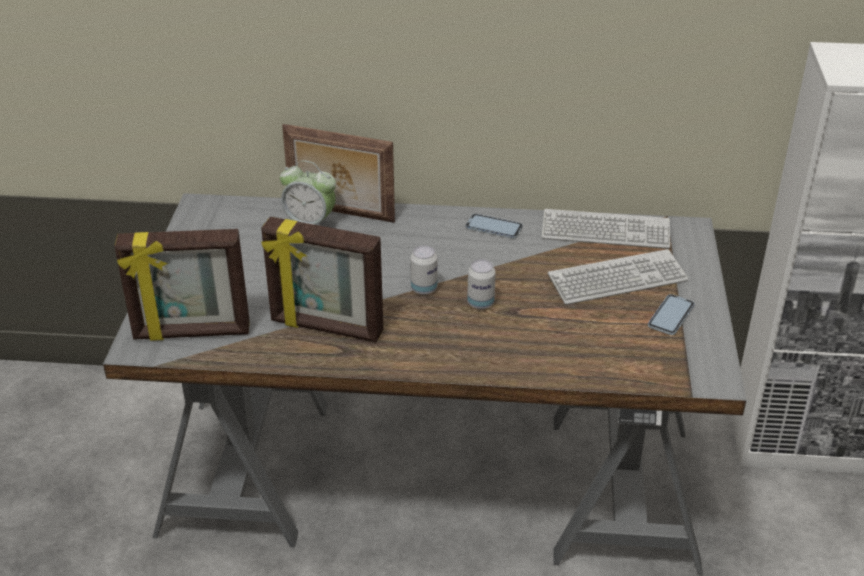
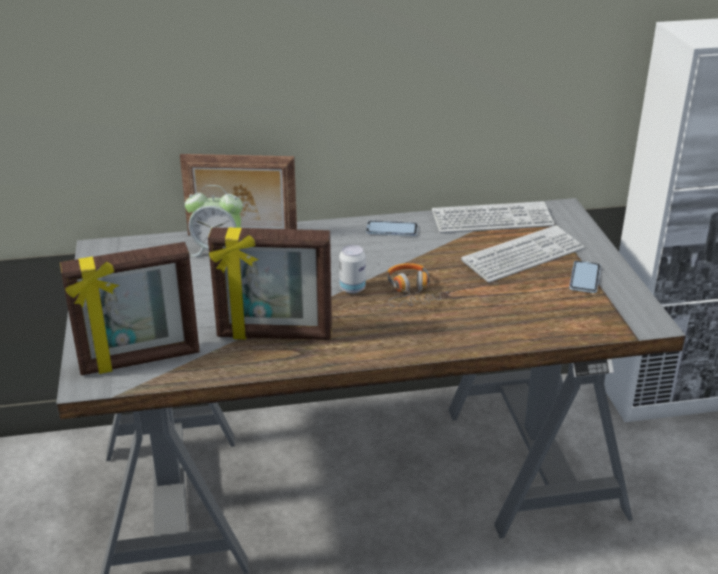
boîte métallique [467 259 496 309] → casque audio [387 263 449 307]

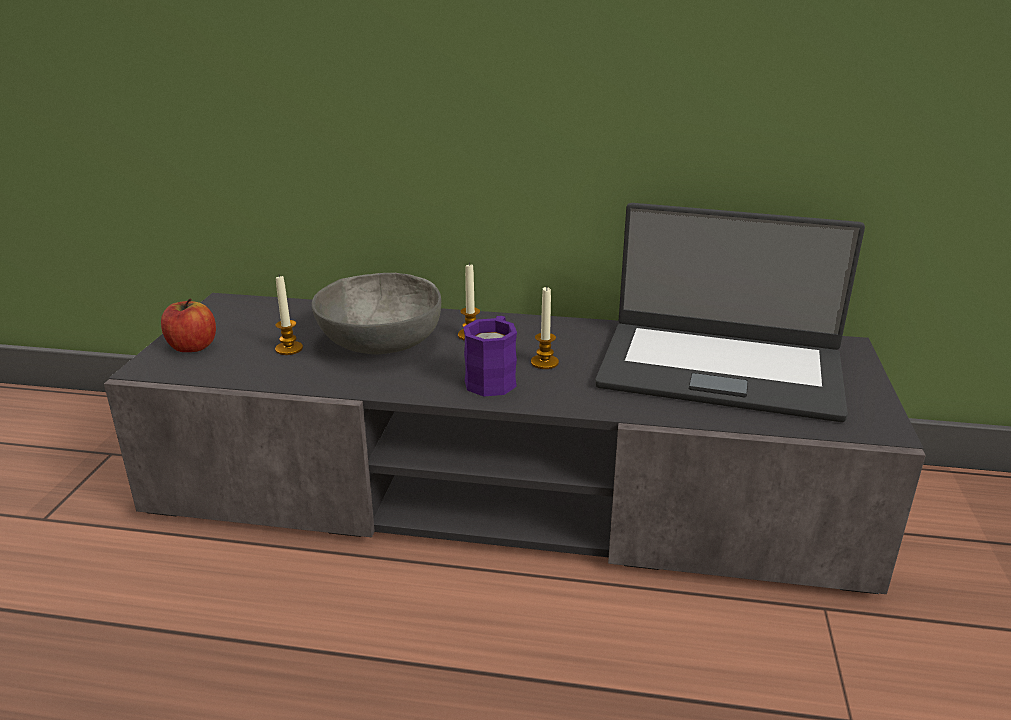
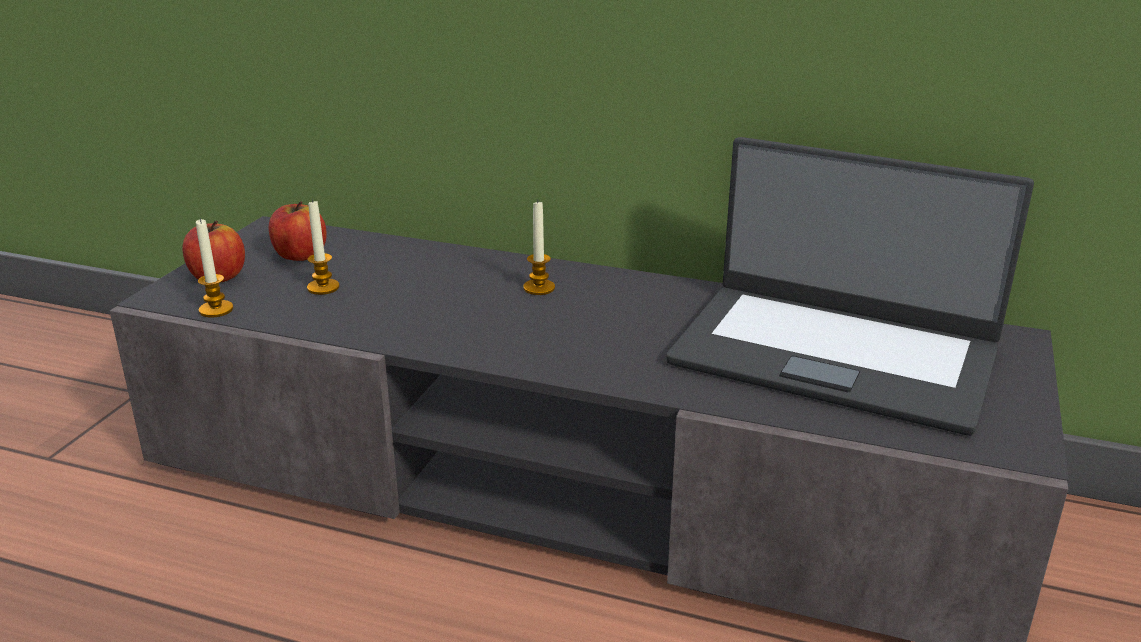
bougie [531 287 559 369] → bougie [196 218 233 318], relocated
- → pomme [269 201 327 261]
bol [gris] [312 273 441 354] → -
mug [violet] [463 316 517 397] → -

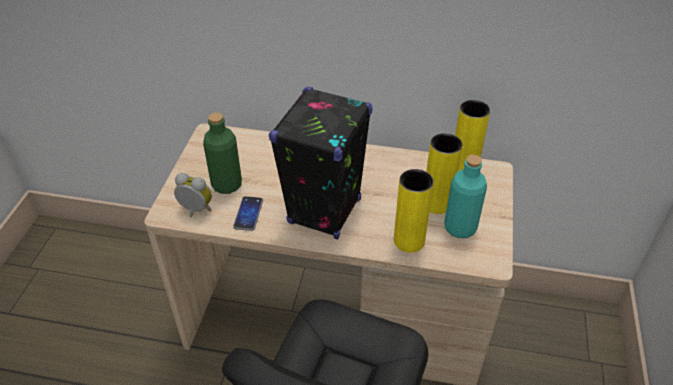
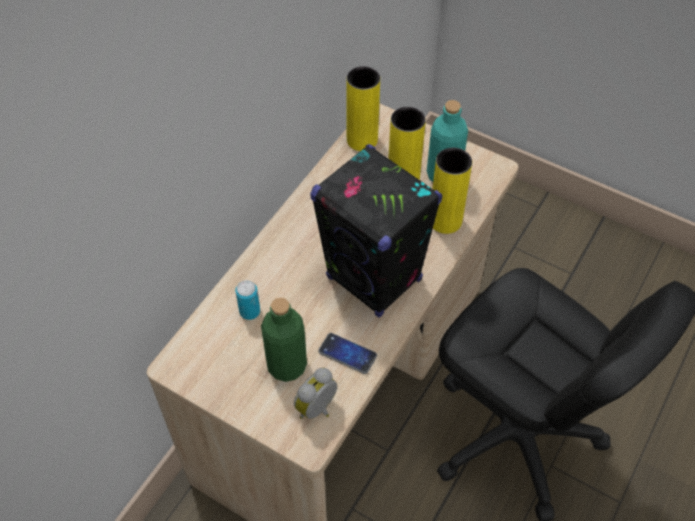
- → boîte métallique [236 280 260 320]

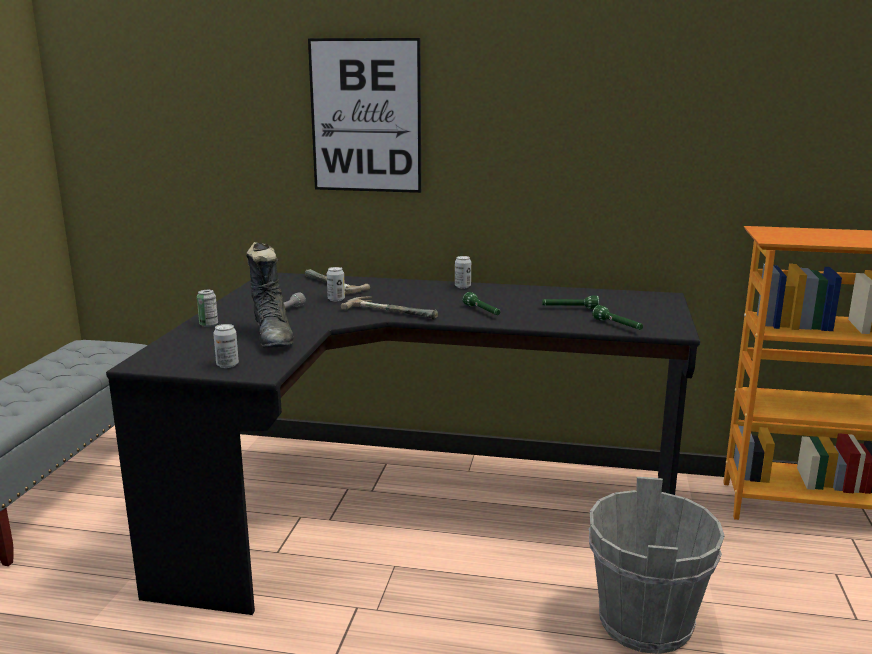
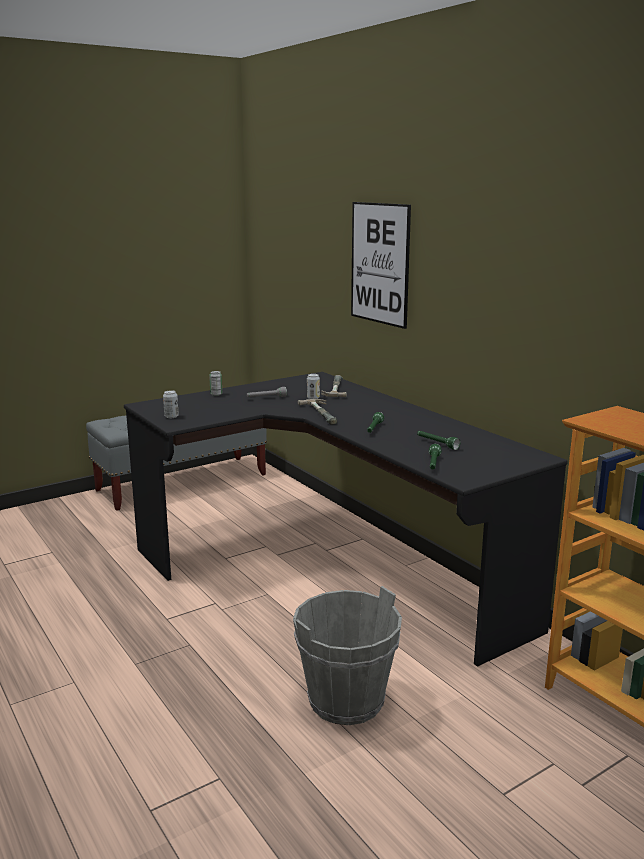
botte [noir] [247 242 294 348] → -
boîte métallique [455 256 471 289] → -

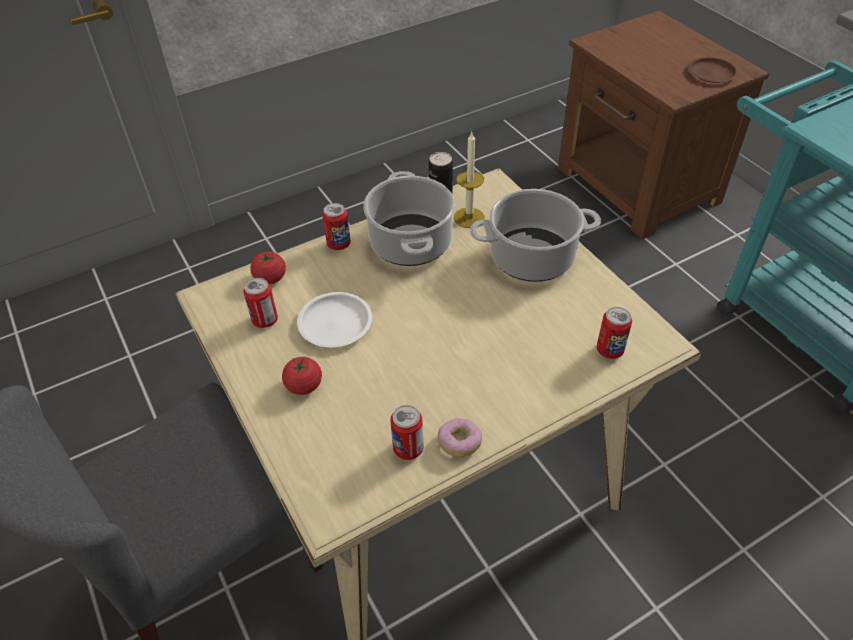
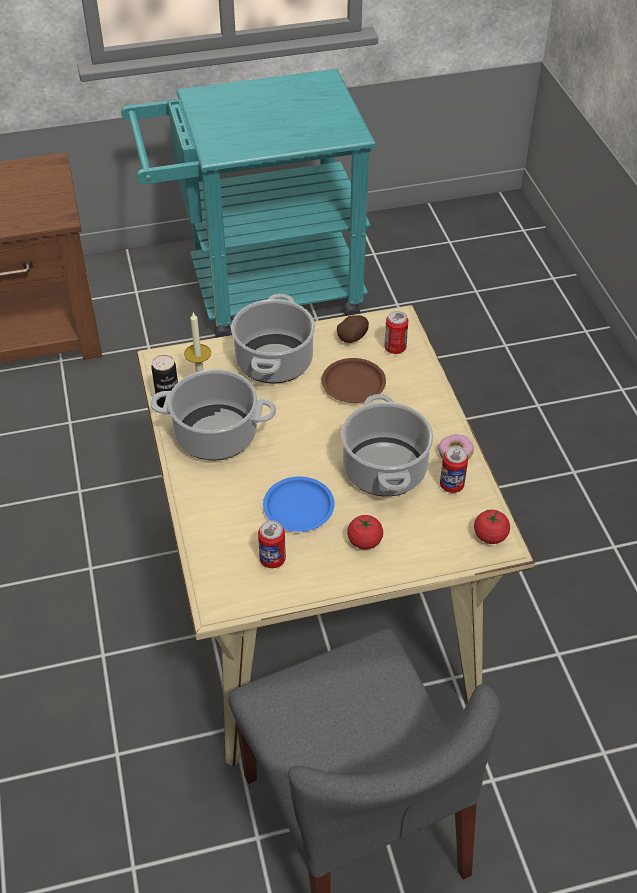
assiette [blanc] [297 292 372 347] → assiette [bleu] [263 476 335 532]
assiette [marron] [688 57 738 83] → assiette [marron] [322 358 386 403], relocated
- → pomme de terre [337 315 369 343]
- → marmite [341 394 433 496]
tomate [250 251 286 284] → tomate [474 510 510 544], relocated
boîte métallique [322 203 351 250] → -

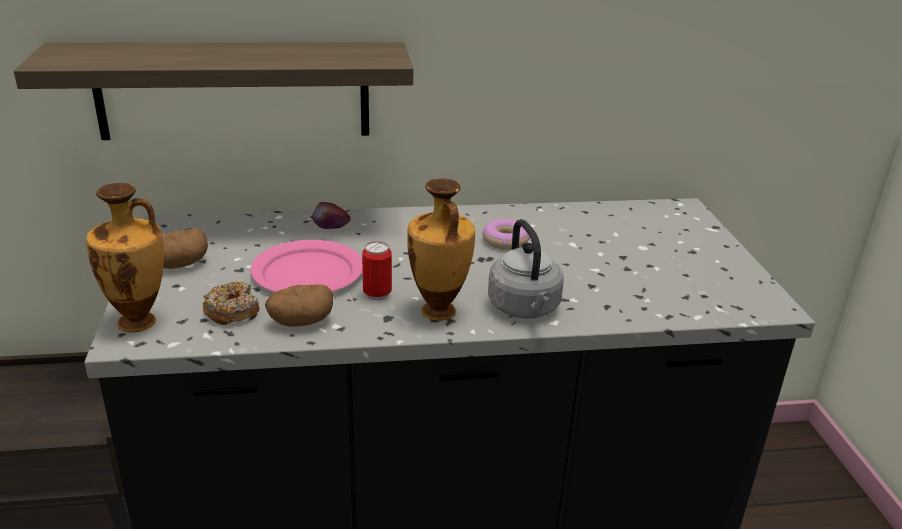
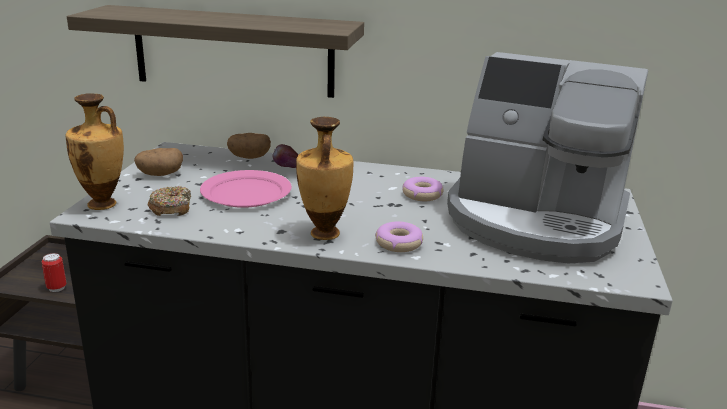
boîte métallique [362 242 392 301] → boîte métallique [42 253 66 292], relocated
pomme de terre [265 284 333 327] → pomme de terre [227 133 271 159], relocated
bouilloire [gris] [488 219 564 319] → beignet [375 221 423 252]
- → machine à café [447 52 648 264]

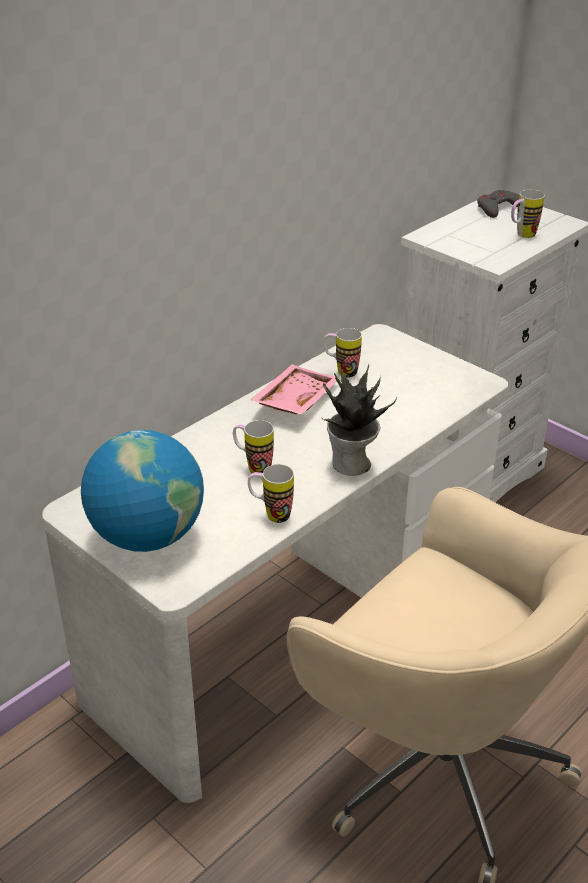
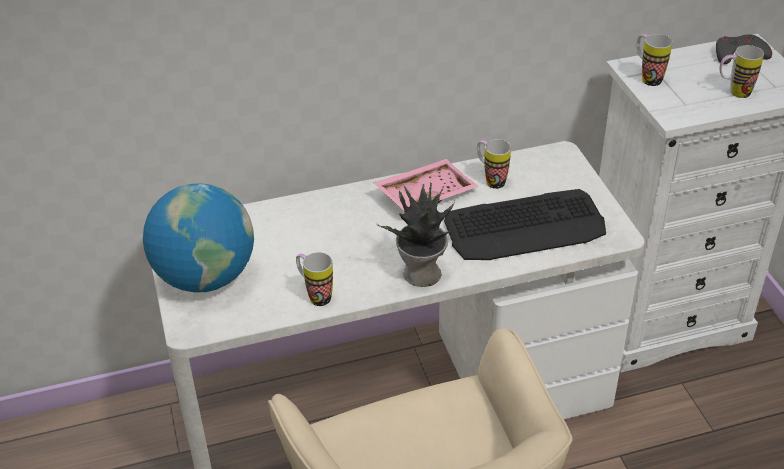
- → clavier [444 189 606 260]
mug [233 420 274 473] → mug [637 34 673 86], relocated

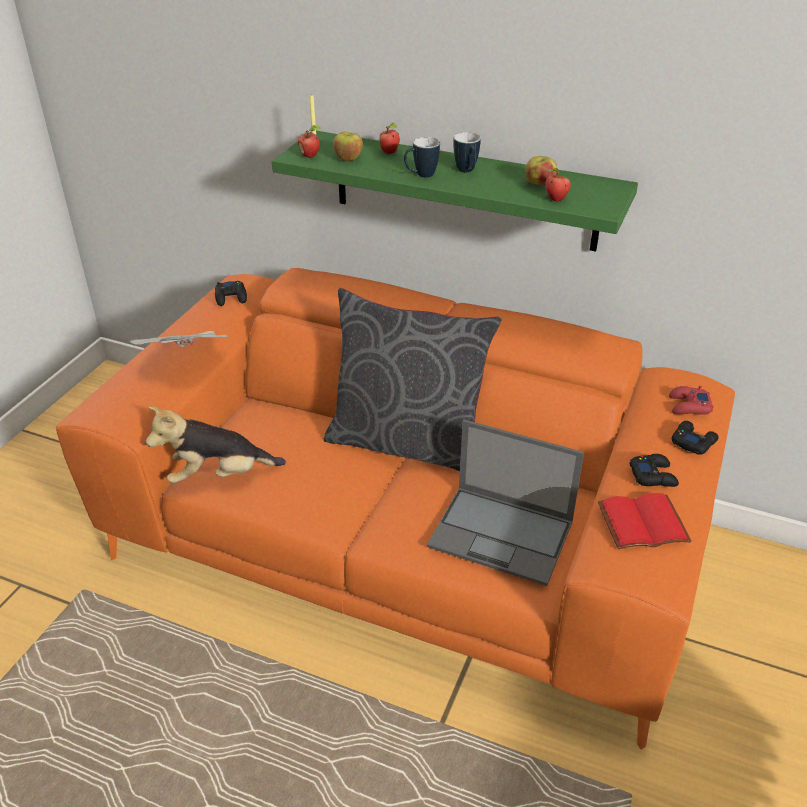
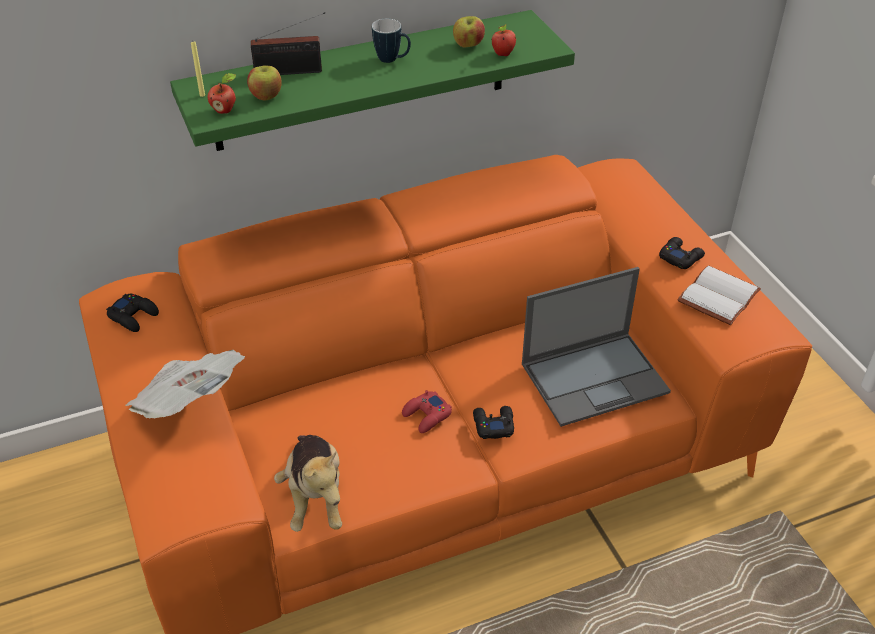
pomme [379 123 400 154] → radio [251 12 325 75]
peluche [146 406 286 483] → peluche [274 435 342 532], 45 degrees counterclockwise
manette [rouge] [669 385 713 415] → manette [rouge] [402 390 452 433], relocated
manette [noir] [672 421 719 455] → manette [noir] [473 406 514 439], relocated
livre [rouge] [598 493 691 549] → livre [blanc] [677 265 761 325]
coussin [gris] [324 288 501 471] → -
mug [404 137 440 177] → -

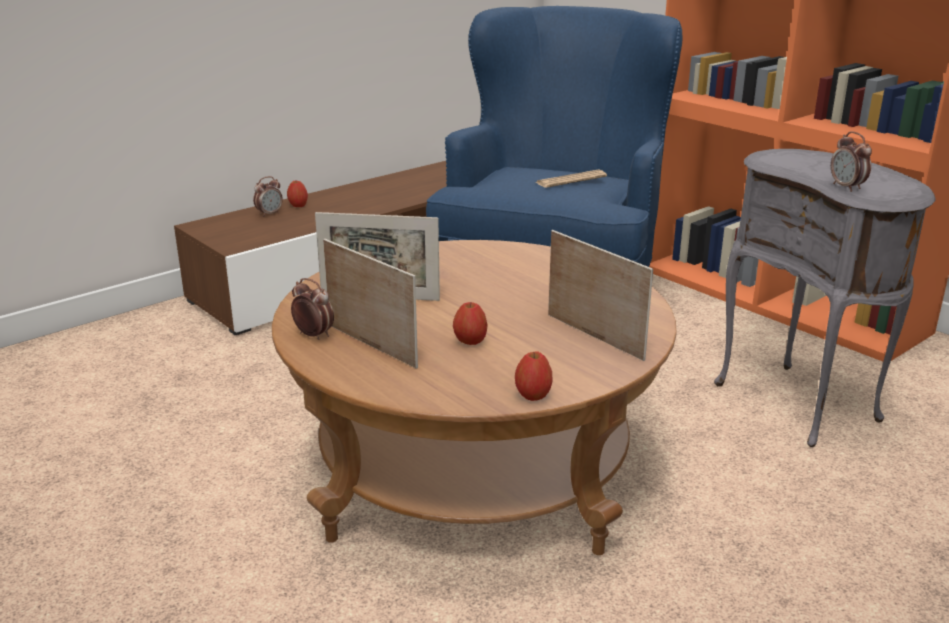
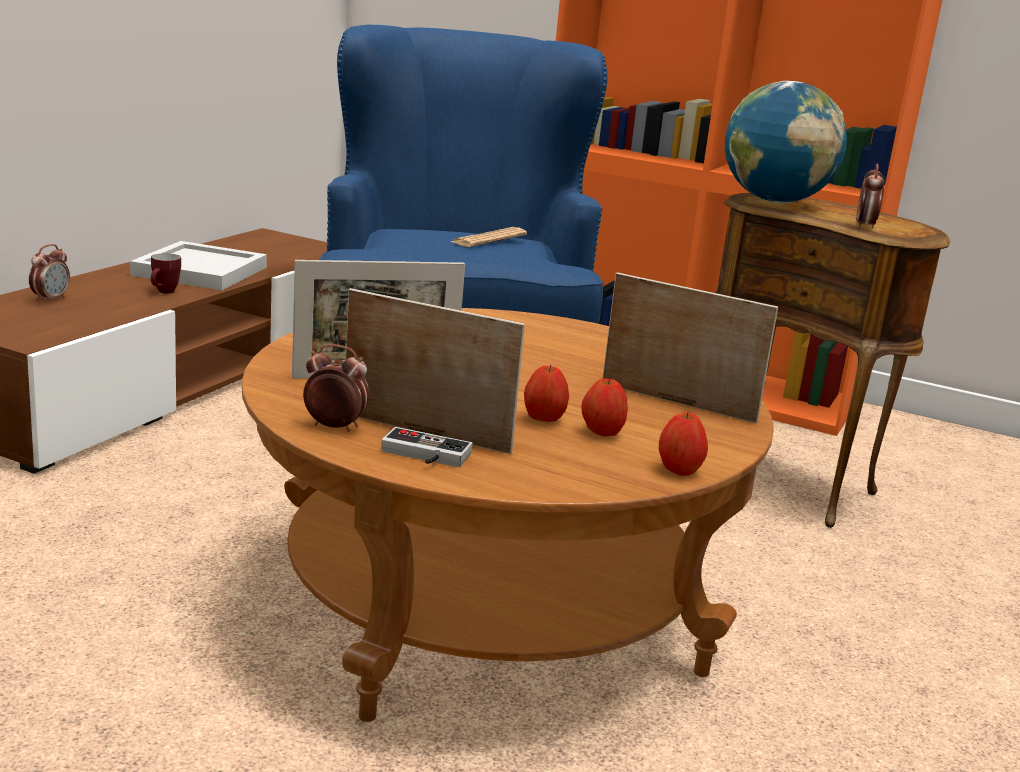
- → plateau [blanc] [130 241 267 290]
- → mug [151 253 181 293]
- → manette [381 427 473 467]
pomme [287 181 308 207] → pomme [581 377 628 437], relocated
table d'appoint [gris] [714 149 936 447] → table d'appoint [marron] [715 193 950 528]
- → globe [725 81 847 204]
réveil [831 132 872 192] → réveil [856 163 884 228], 60 degrees clockwise

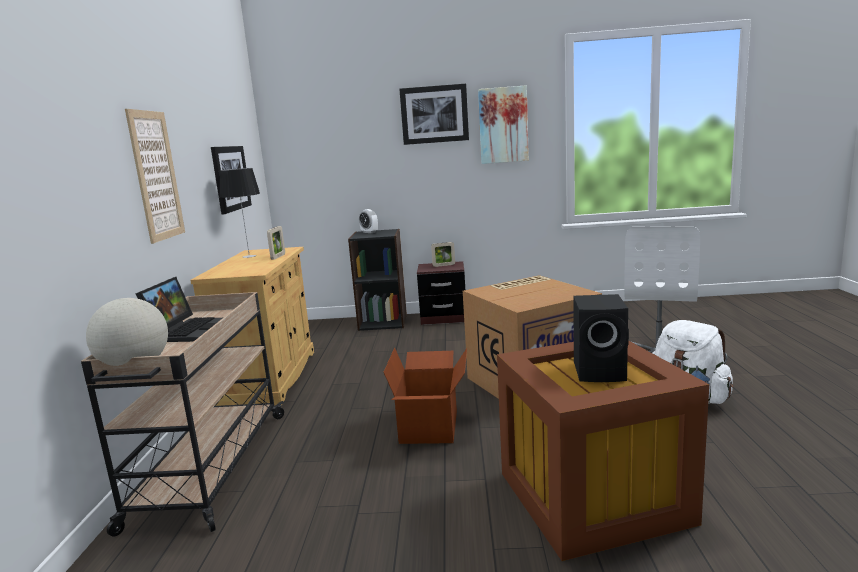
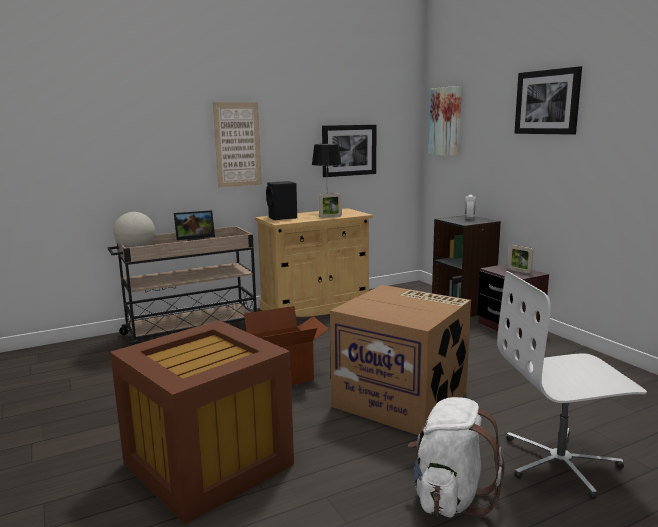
enceinte [noir] [573 294 629 382] → enceinte [noir] [266 181 297 220], relocated
tableau [478 85 529 164] → tableau [429 86 462 156], relocated

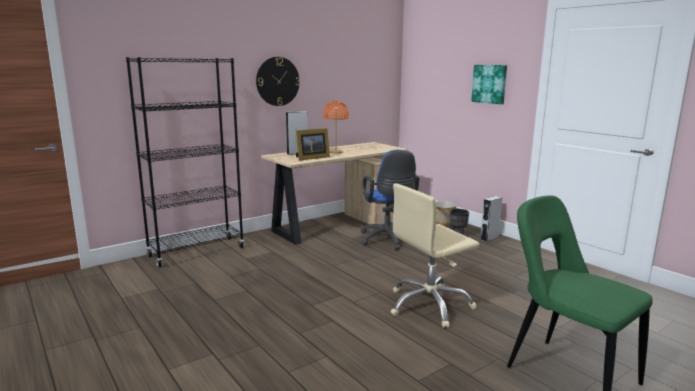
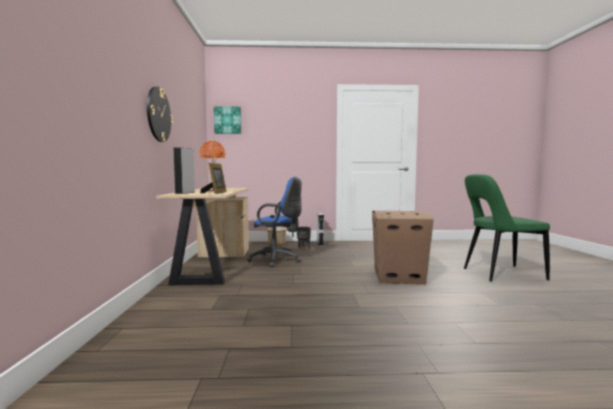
tableau [471 65 507 104] → tableau [214 106 241 134], relocated
chaise de bureau [beige] [391 183 479 328] → carton [372 211 434 285]
bibliothèque [noir] [126 57 244 267] → -

